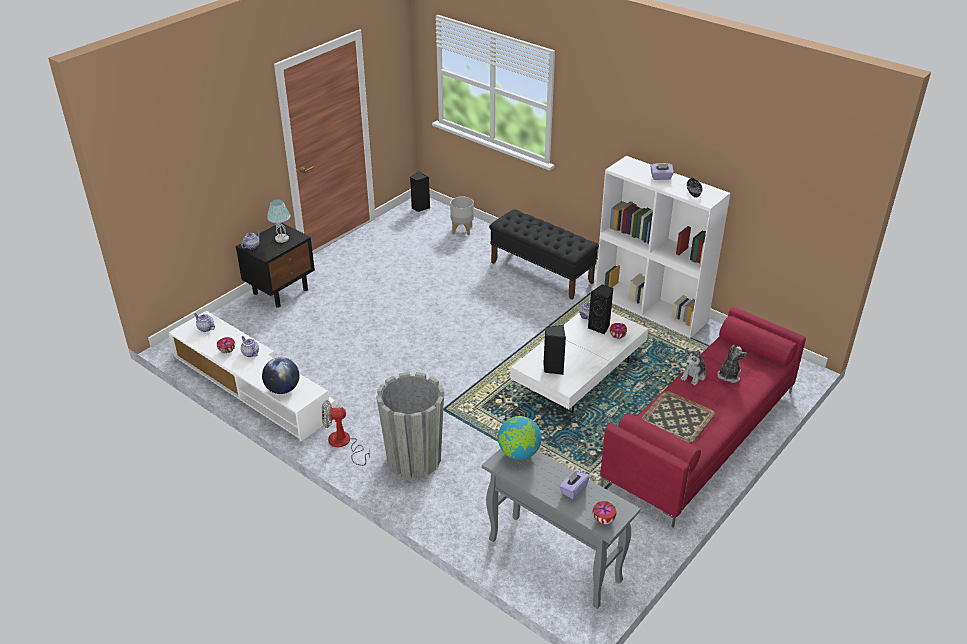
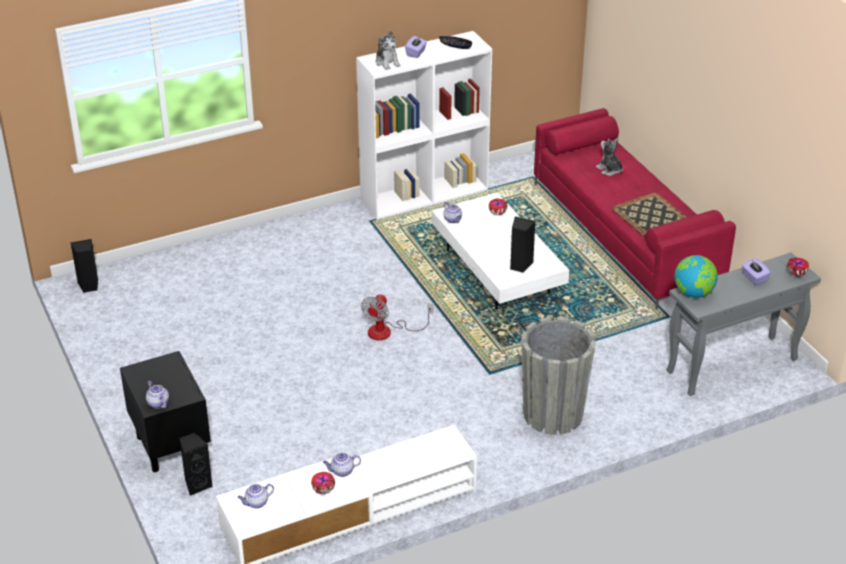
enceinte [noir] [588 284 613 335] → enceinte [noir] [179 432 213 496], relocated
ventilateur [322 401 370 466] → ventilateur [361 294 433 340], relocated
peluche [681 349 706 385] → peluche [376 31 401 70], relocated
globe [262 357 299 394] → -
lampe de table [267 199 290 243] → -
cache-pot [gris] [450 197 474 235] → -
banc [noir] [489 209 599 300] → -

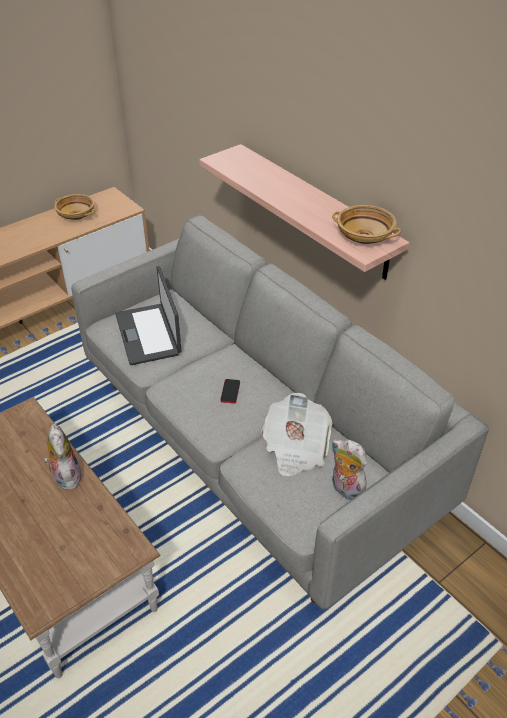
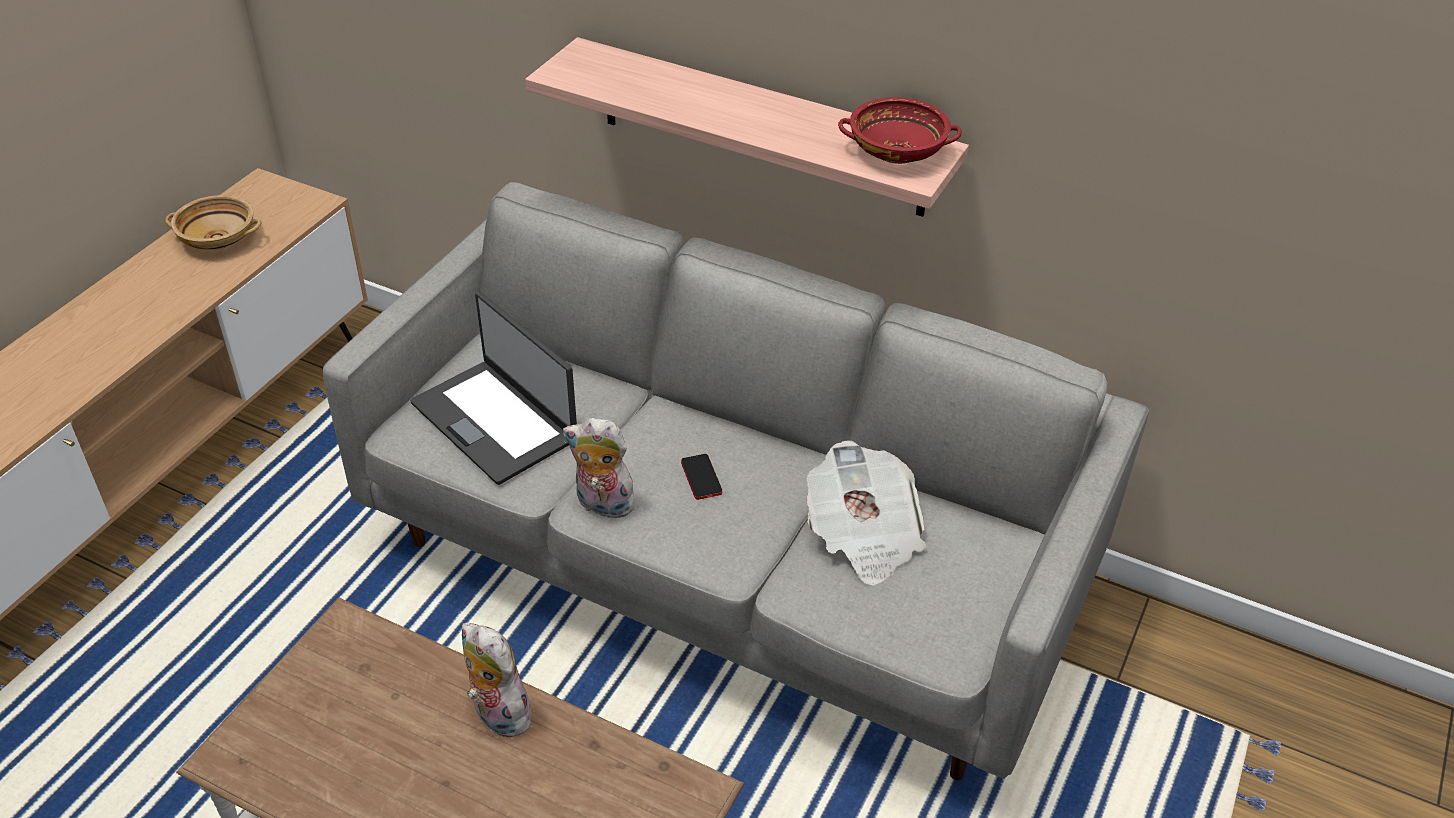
peluche [331 439 367 501] → peluche [563 418 642 518], relocated
bol [beige] [332 205 401 244] → bol [rouge] [838 97 962 164]

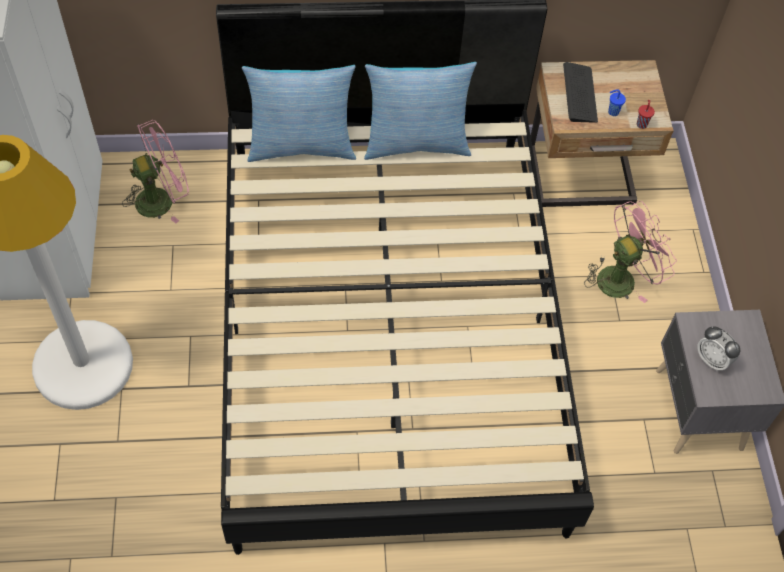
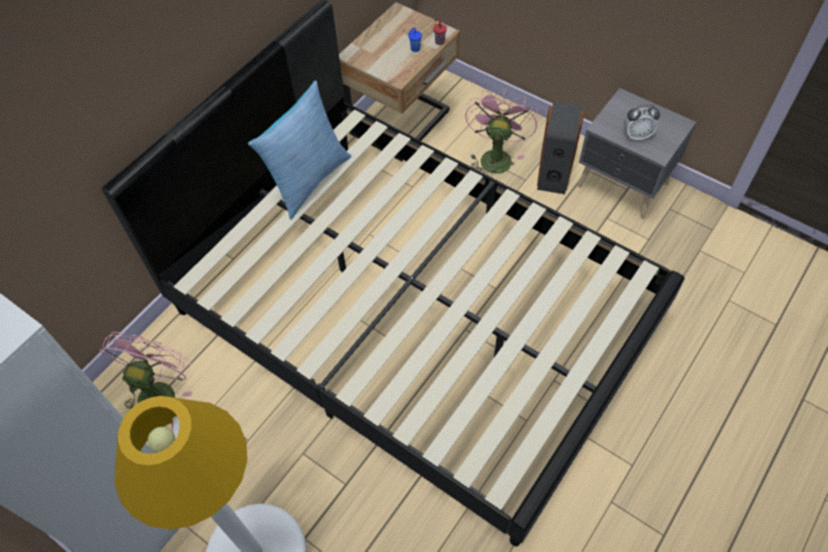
- → enceinte [537 101 585 194]
coussin [242 65 356 162] → -
clavier [563 62 598 123] → -

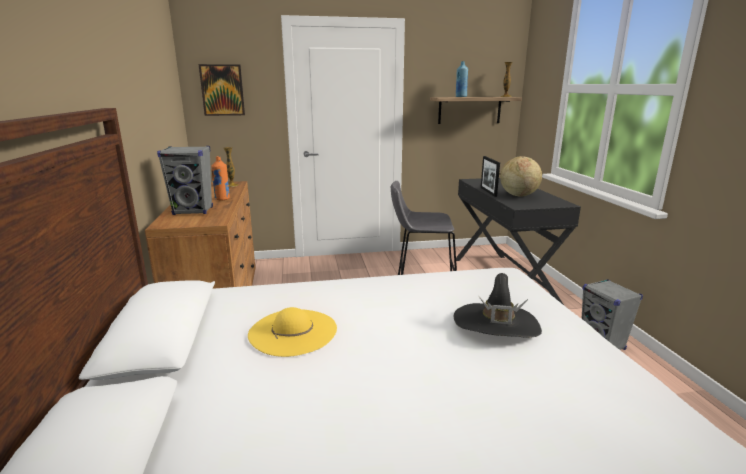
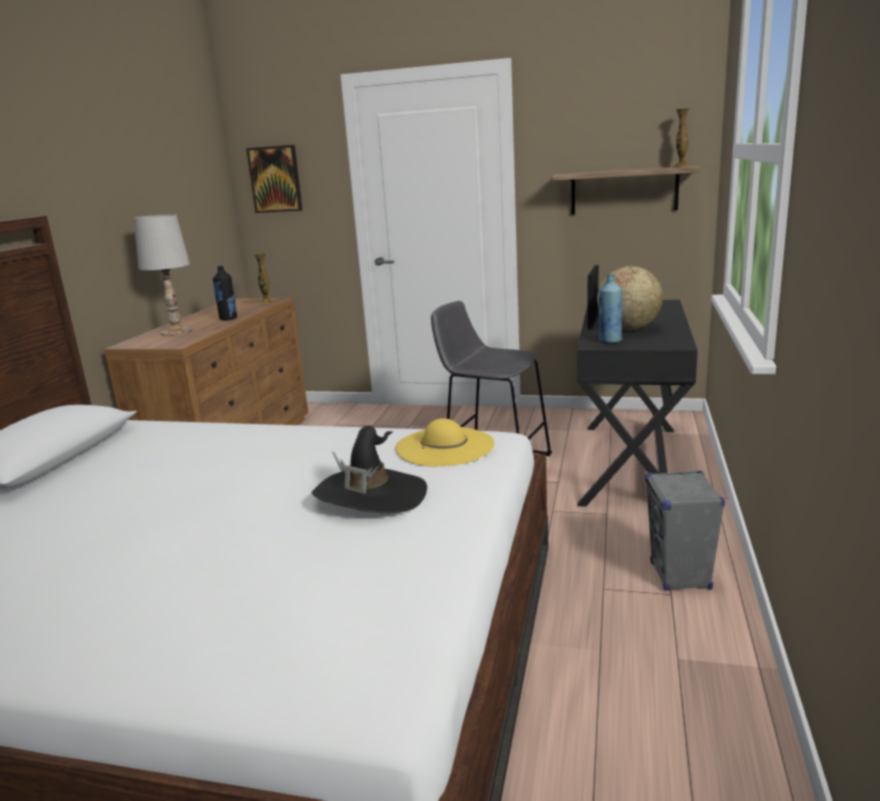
enceinte [gris] [157 146 213 215] → lampe de table [blanc] [134 214 193 336]
bouteille [orange] [211 156 230 201] → bouteille [noir] [213 265 237 321]
chapeau [jaune] [248 307 337 357] → chapeau [jaune] [396 418 494 466], relocated
bouteille [bleu] [456 61 468 97] → bouteille [bleu] [599 275 622 343], relocated

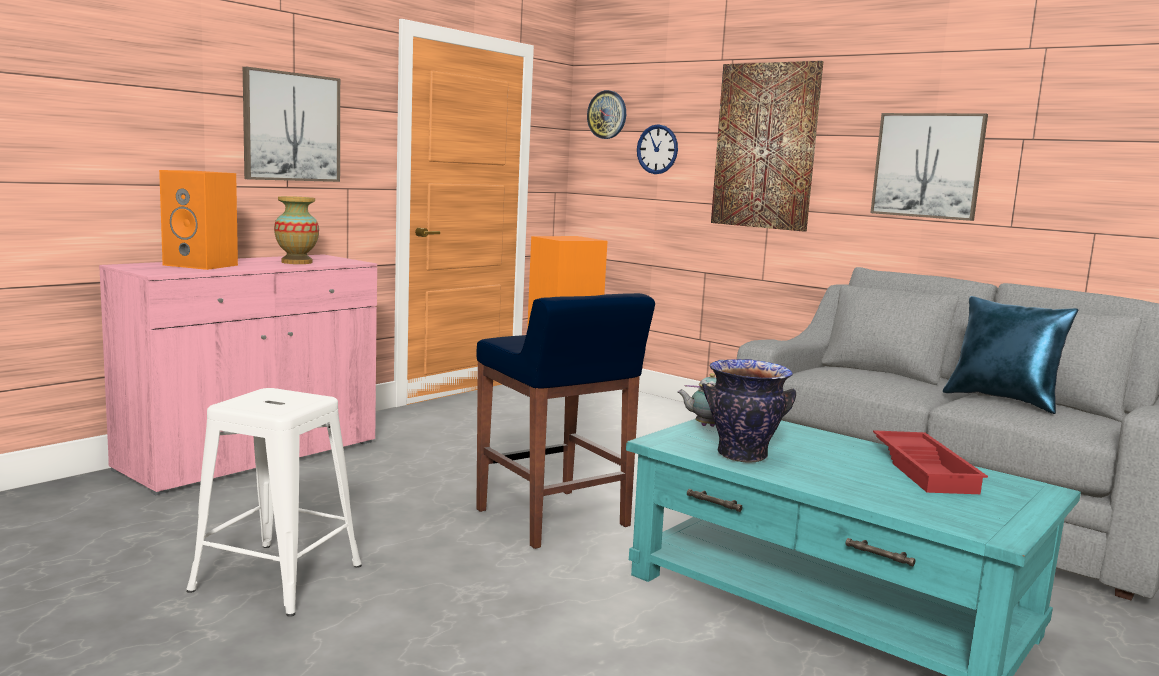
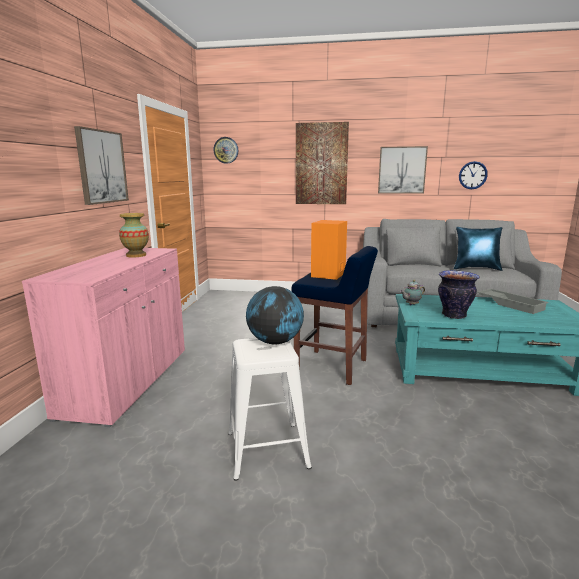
- → globe [246 286 304 345]
horloge murale [637 124 678 174] → horloge murale [459 161 488 189], relocated
plateau [rouge] [873 430 988 494] → plateau [gris] [477 289 549 314]
enceinte [orange] [159 170 238 270] → -

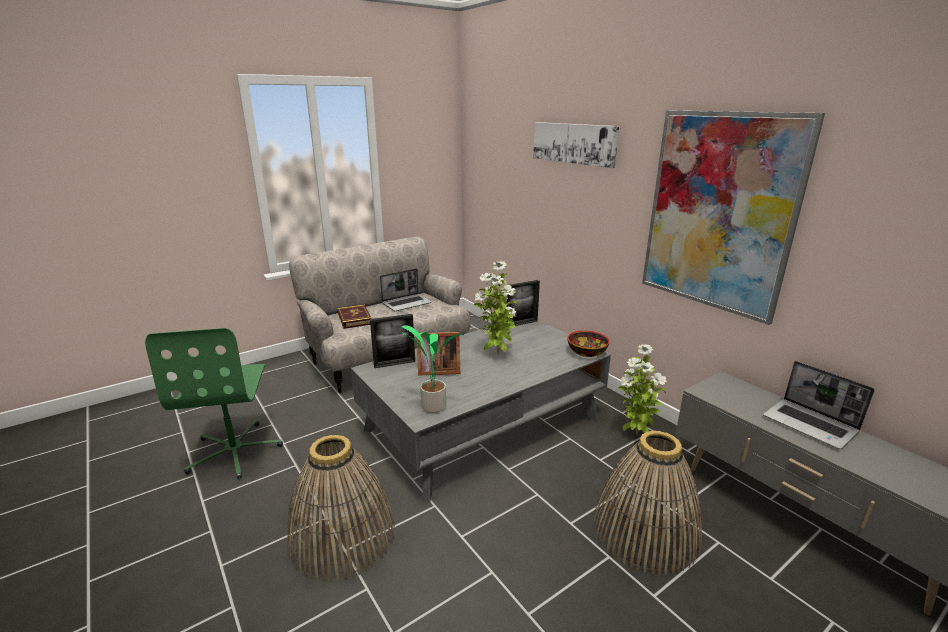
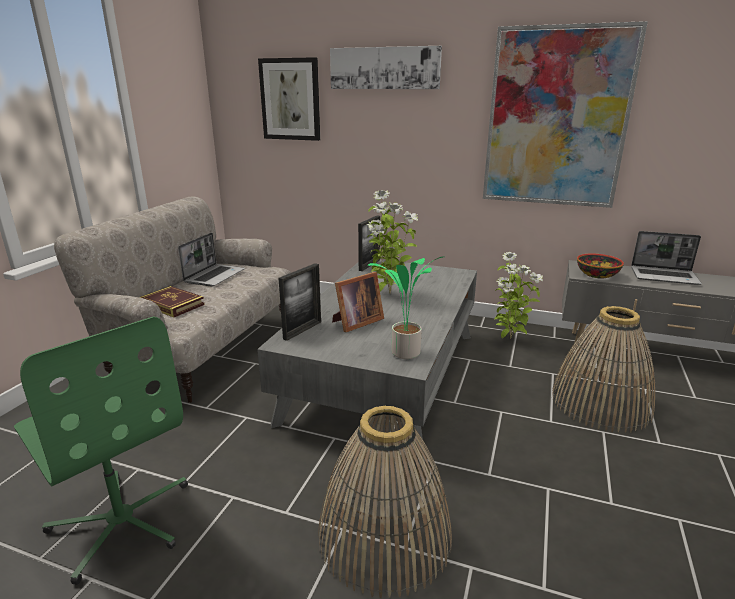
- → tableau [258 57 320 141]
bol [567 330 610 357] → bol [577 254 624 279], relocated

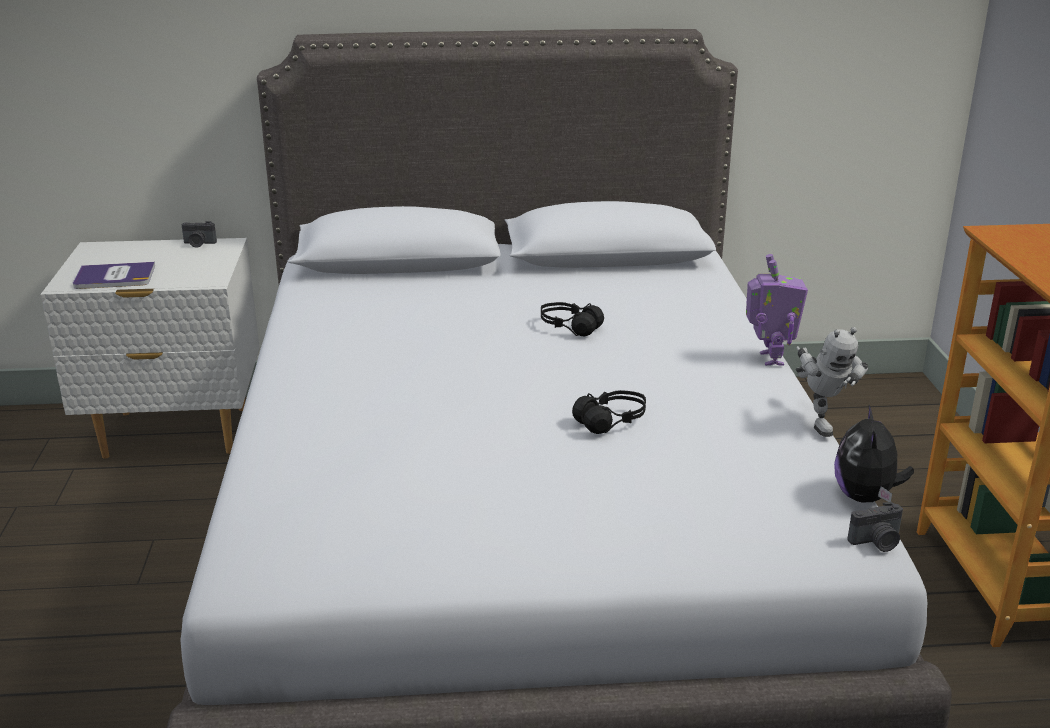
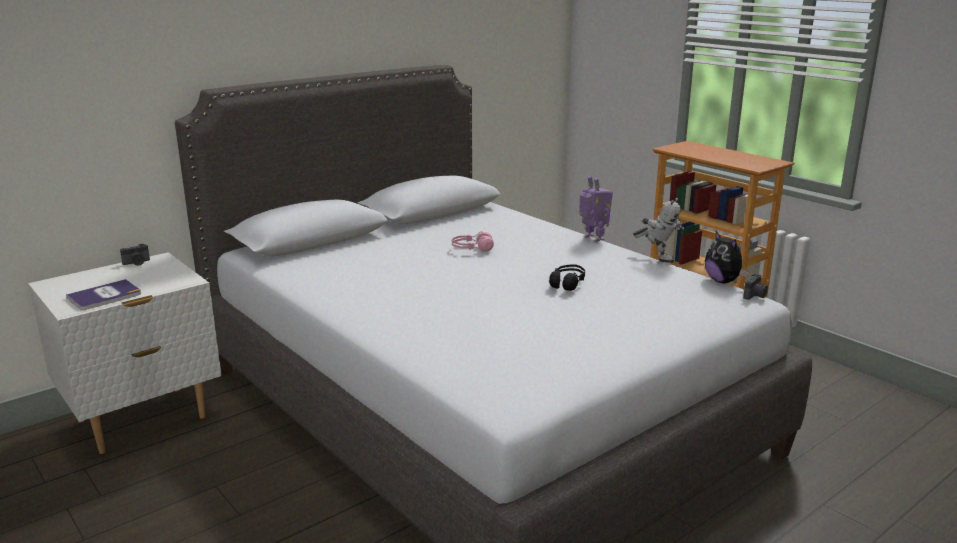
casque audio [noir] [541 302 604 336] → casque audio [rose] [452 231 494 252]

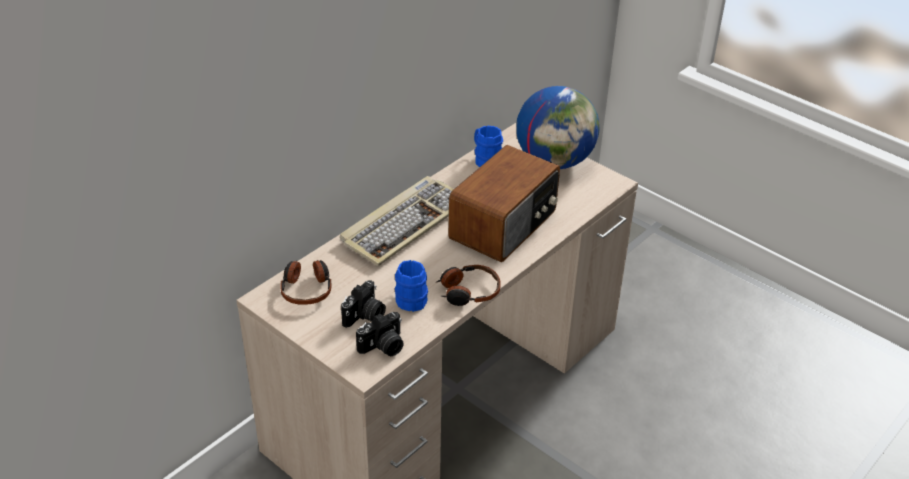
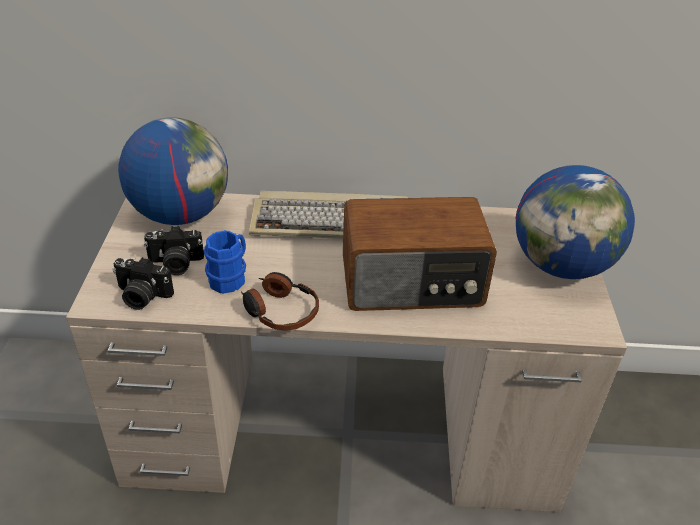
casque audio [280 260 331 305] → globe [118 117 228 225]
mug [bleu] [474 126 503 167] → -

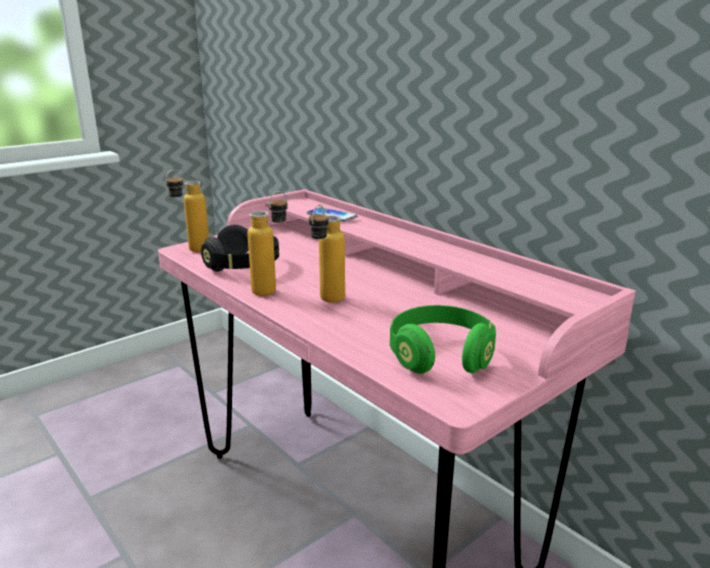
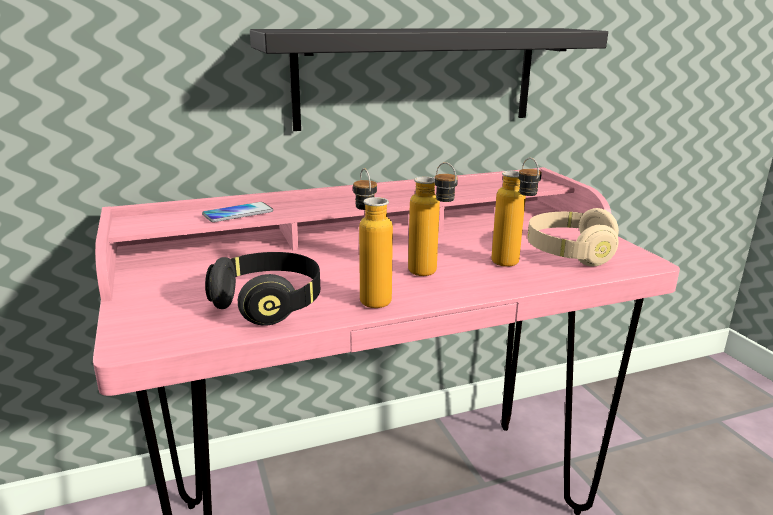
- → étagère [noir] [250 28 608 131]
bouteille [165 170 209 252] → bouteille [491 158 542 267], relocated
casque audio [vert] [390 305 496 374] → casque audio [beige] [527 208 619 266]

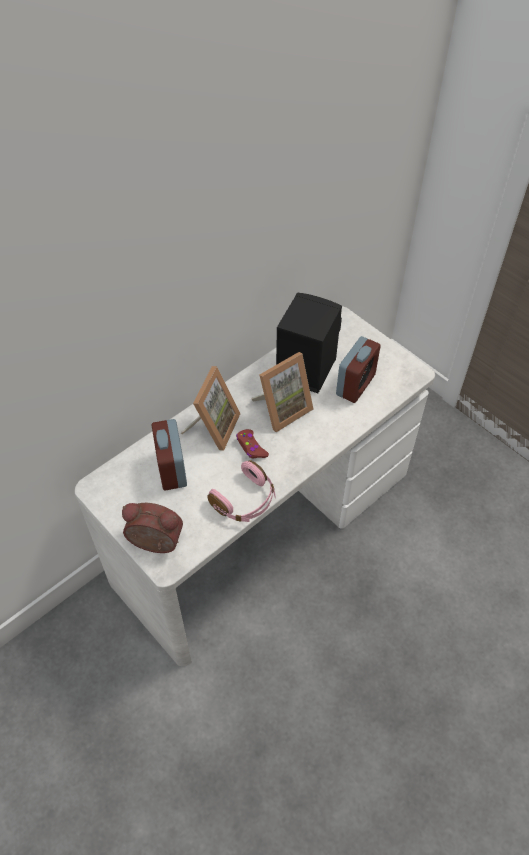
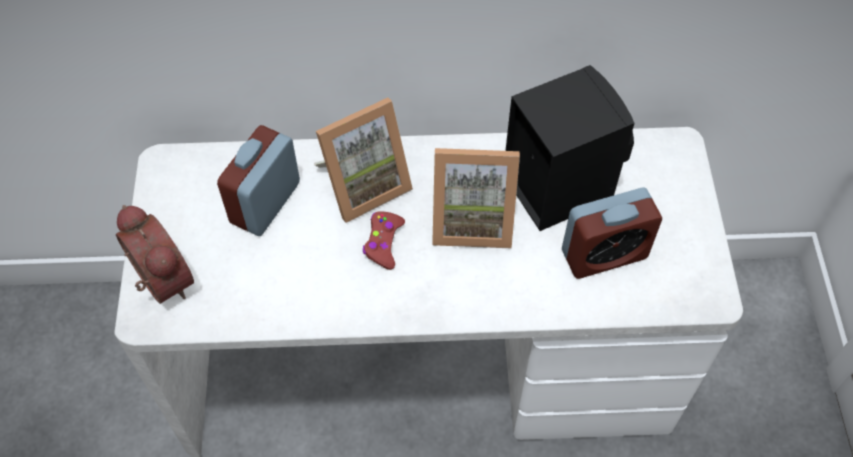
casque audio [rose] [207 460 276 522] → -

